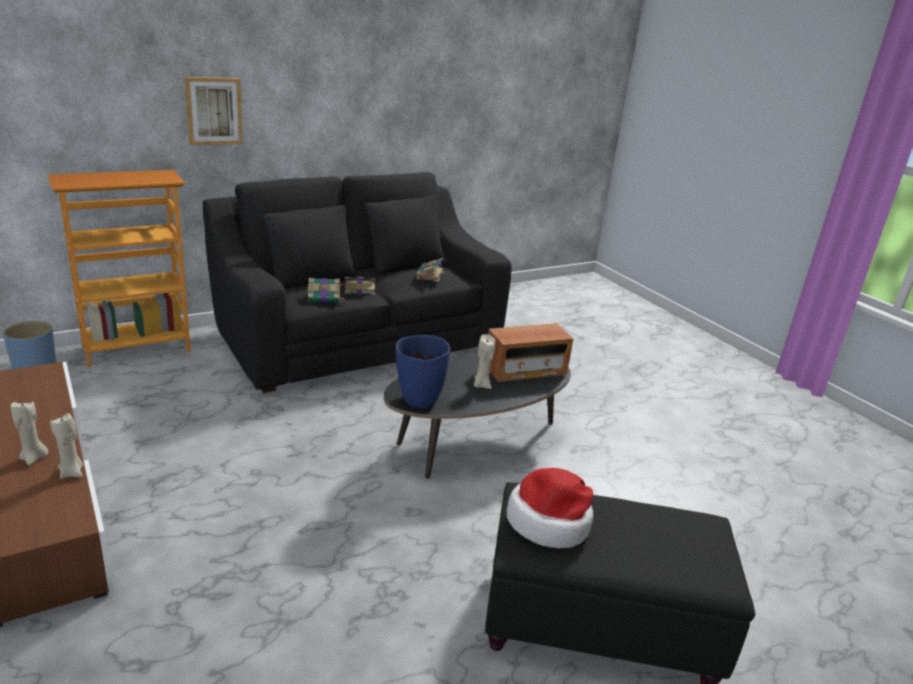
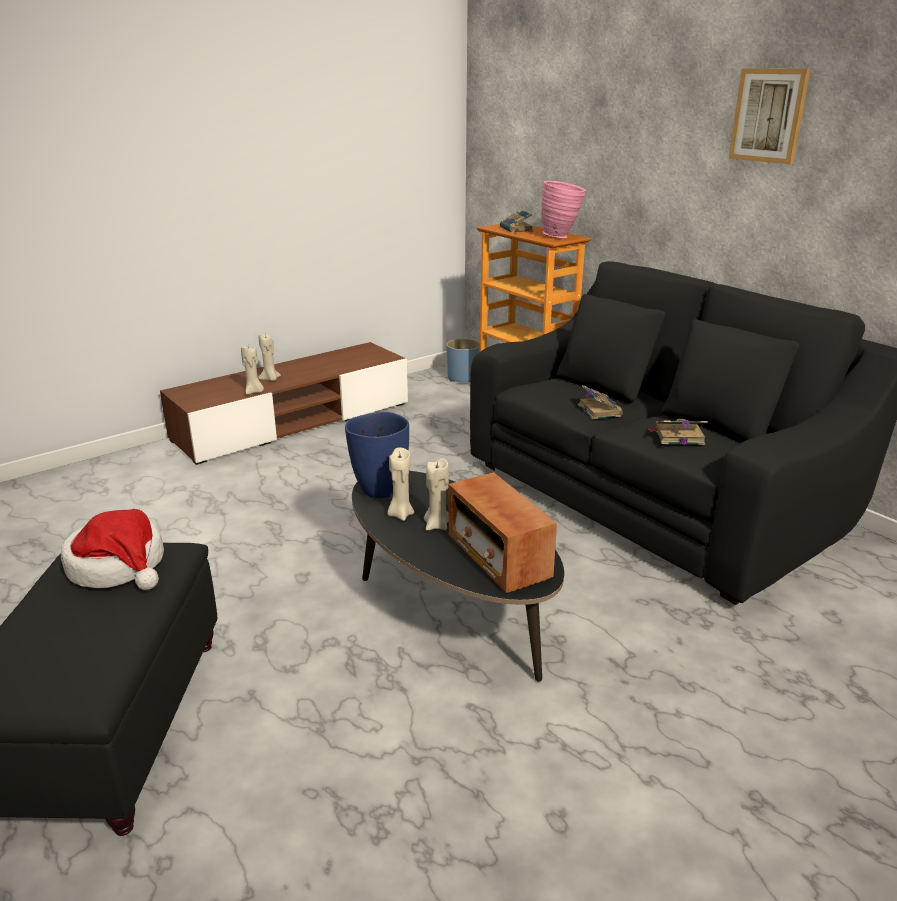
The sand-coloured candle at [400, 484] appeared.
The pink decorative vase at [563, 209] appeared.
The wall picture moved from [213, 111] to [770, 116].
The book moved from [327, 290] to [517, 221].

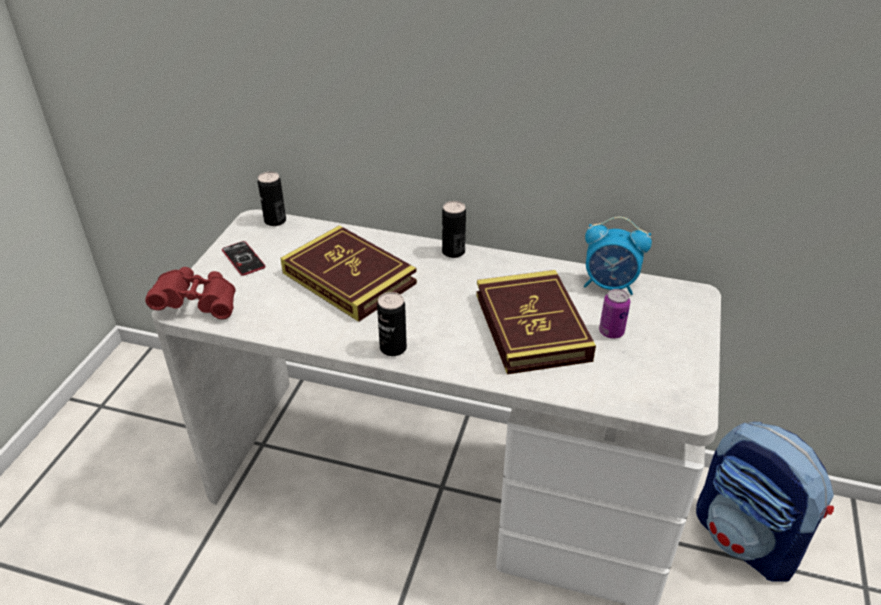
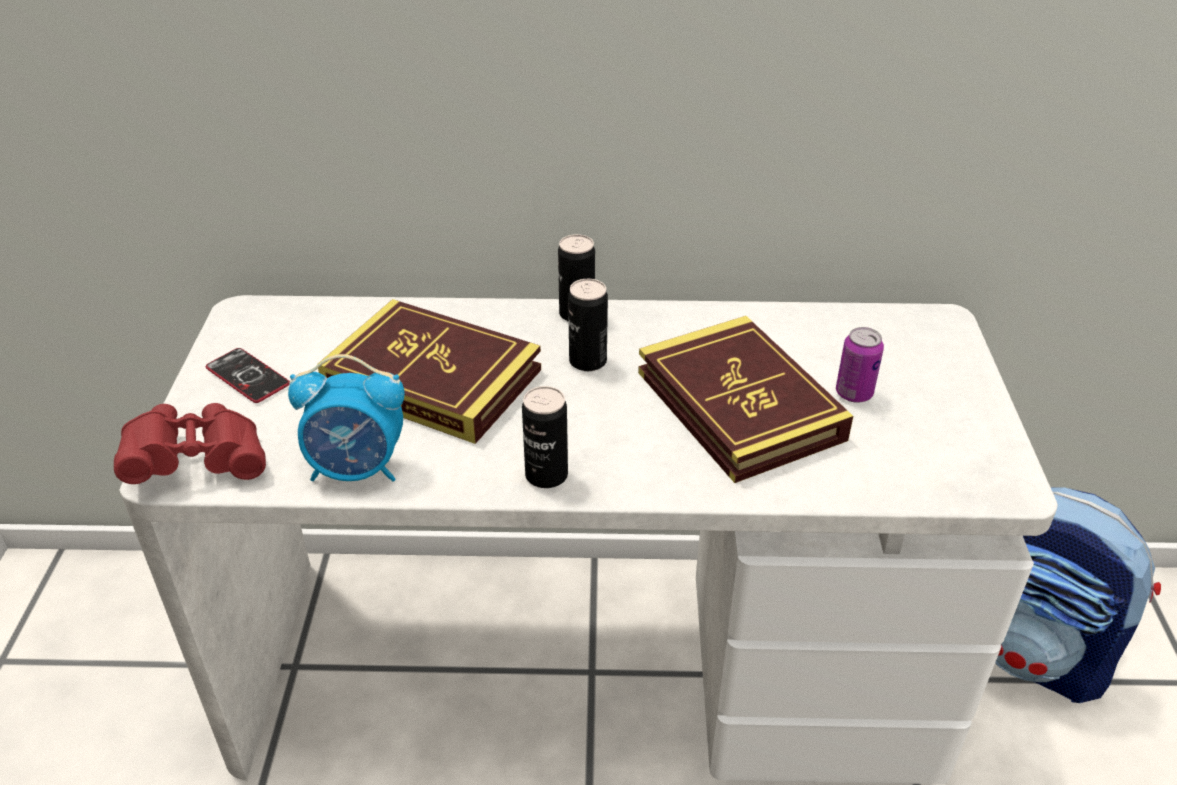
The metal can moved from [272, 198] to [588, 325].
The table clock moved from [618, 256] to [346, 418].

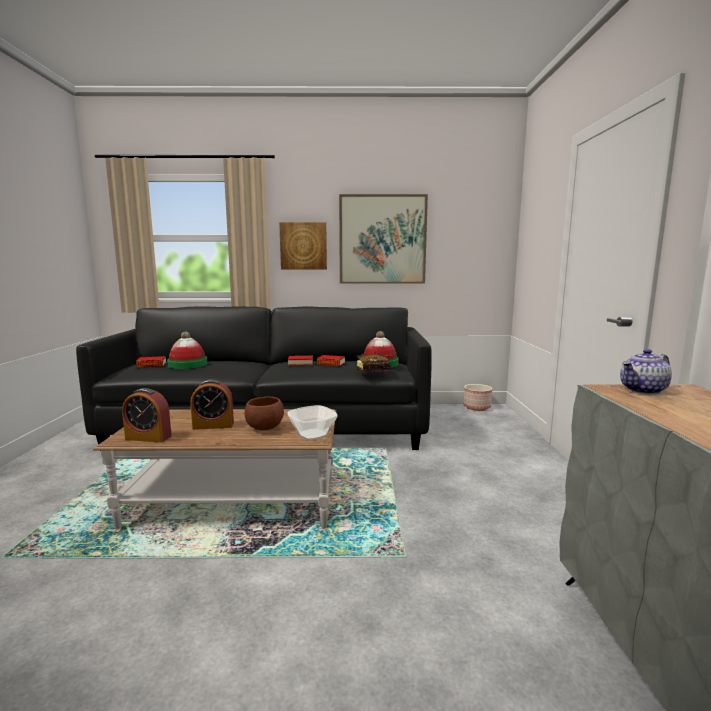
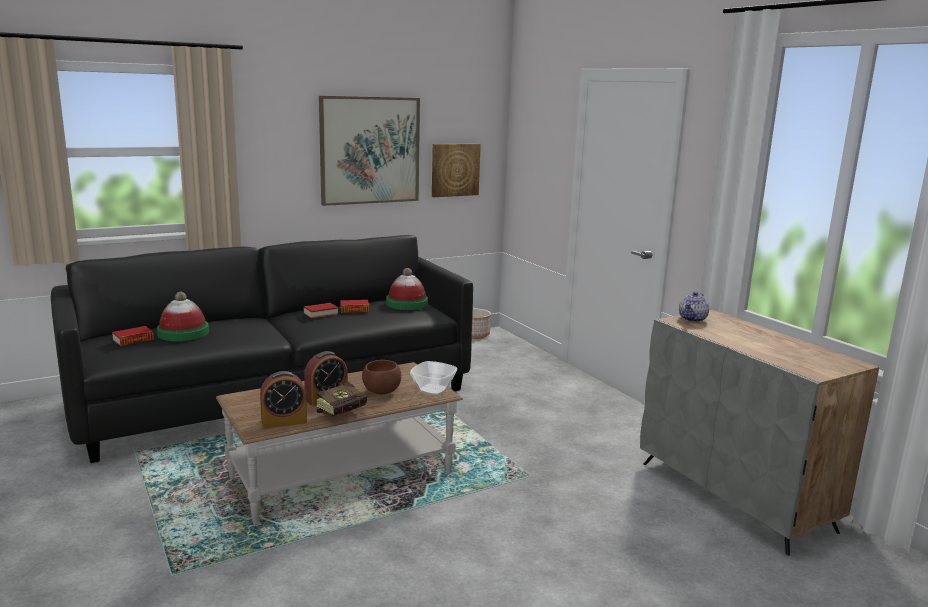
The wall picture moved from [303, 246] to [456, 170].
The book moved from [374, 362] to [341, 399].

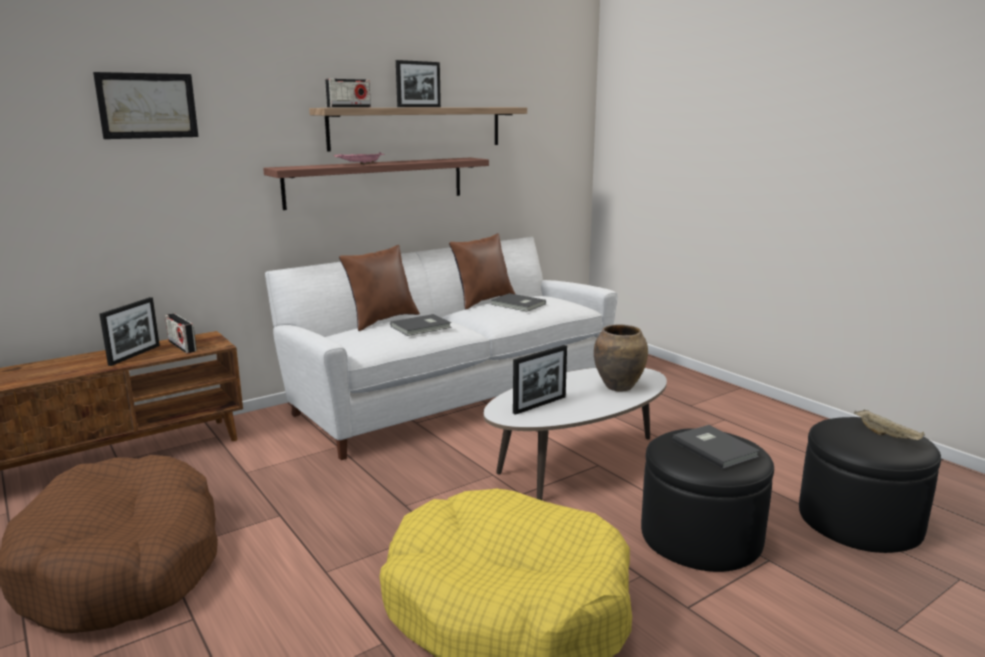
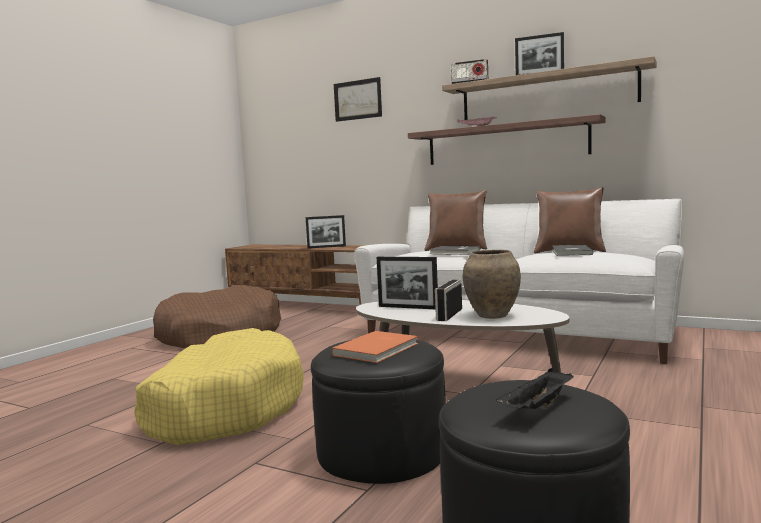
The radio set moved from [181, 333] to [448, 300].
The greyish book at [716, 447] became the orange-coloured book at [374, 347].
The sand-coloured carrying tray at [889, 424] became the blackish carrying tray at [535, 388].

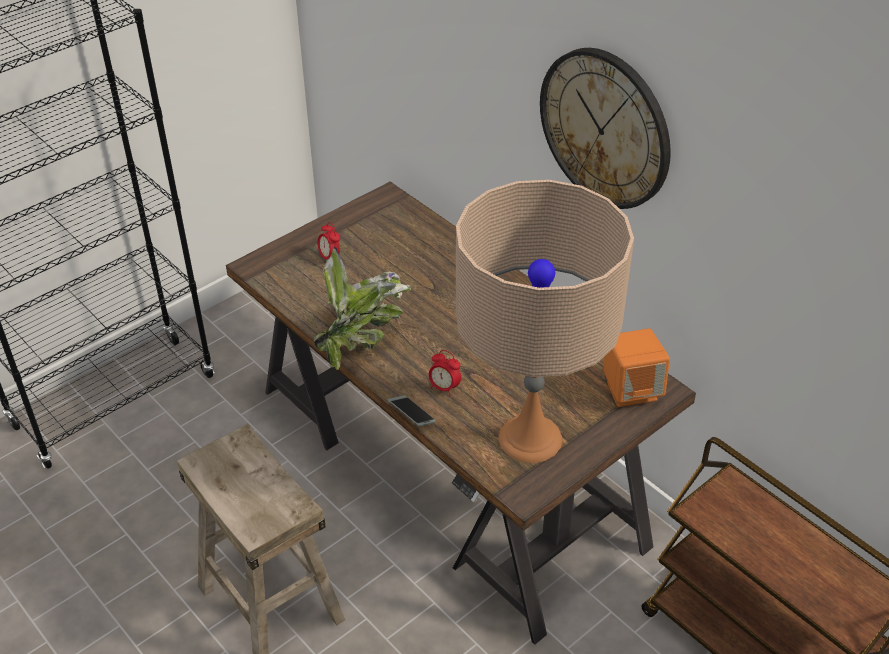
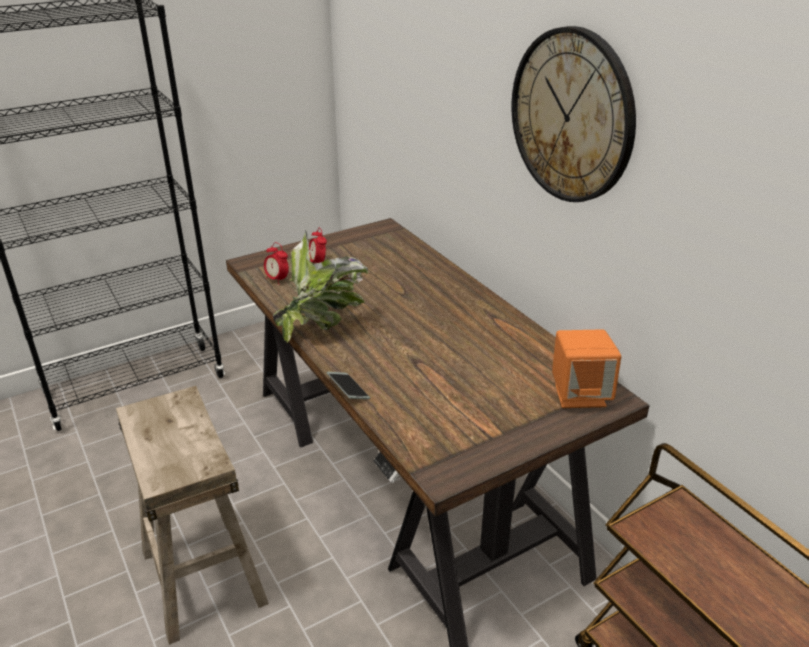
The sand-coloured lamp for a table at [545, 321] disappeared.
The table clock moved from [445, 373] to [276, 263].

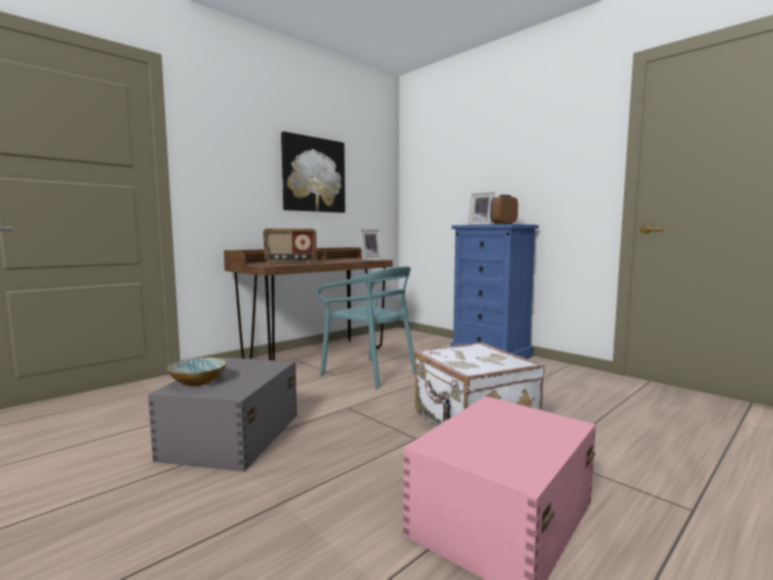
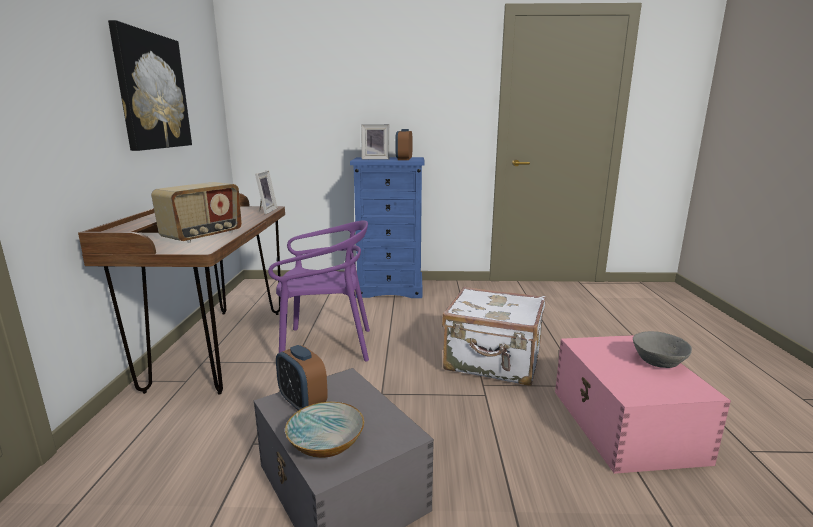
The table clock at [302, 378] appeared.
The greyish serving bowl at [662, 349] appeared.
The turquoise upright chair at [366, 328] became the purple-coloured upright chair at [319, 291].

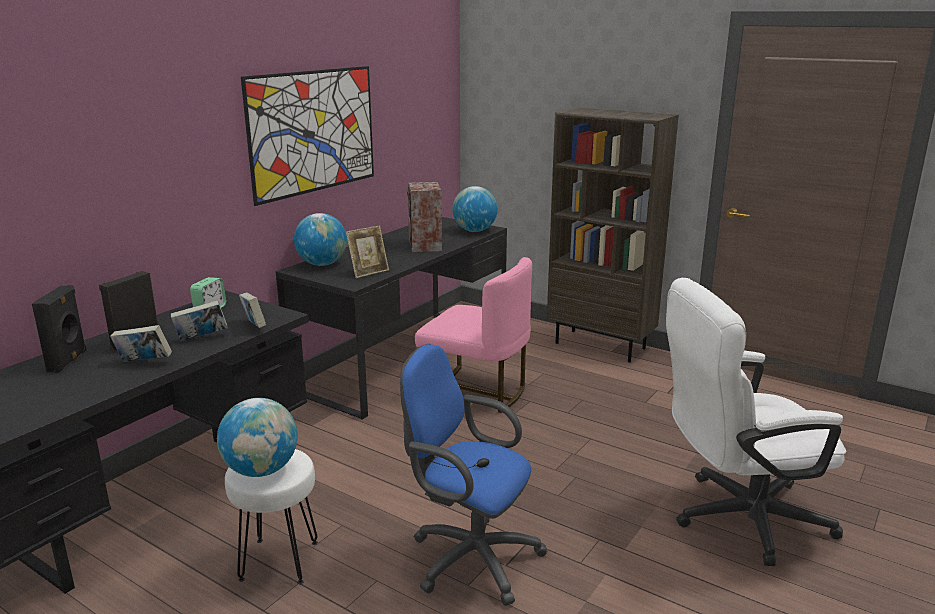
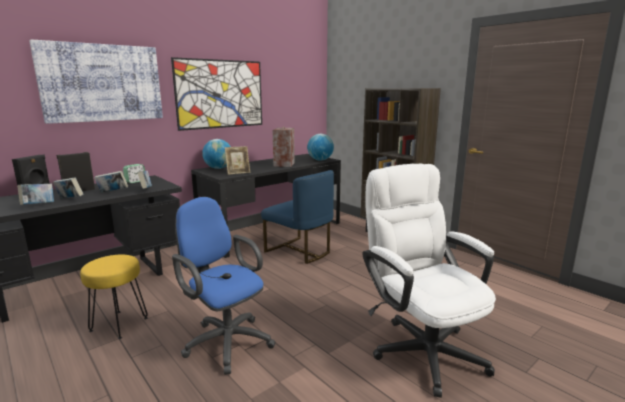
The world globe at [257, 437] disappeared.
The book at [35, 194] appeared.
The wall picture at [96, 81] appeared.
The white-coloured stool at [271, 516] became the yellowish stool at [114, 297].
The pink upright chair at [473, 335] became the bluish upright chair at [297, 217].
The white-coloured desk chair at [756, 422] turned 60 degrees clockwise.

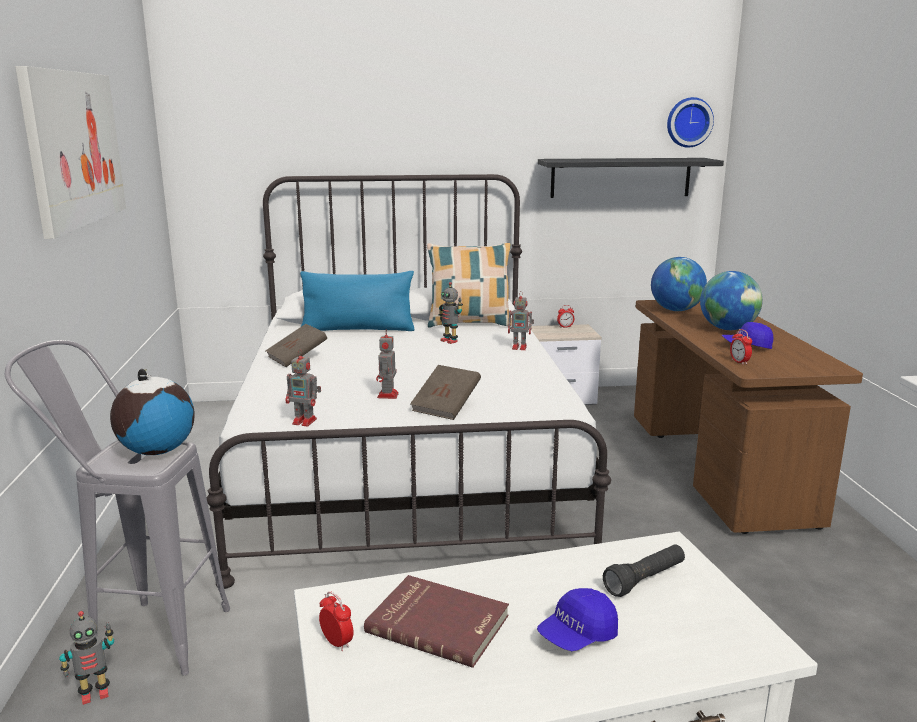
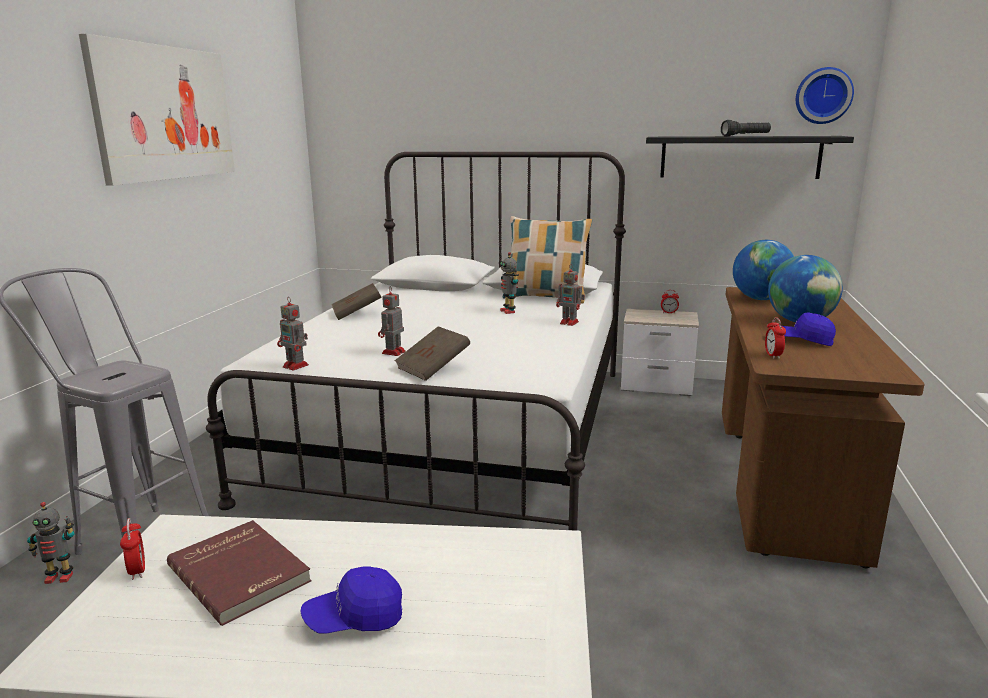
The world globe at [152, 412] disappeared.
The bluish cushion at [357, 301] disappeared.
The blackish hand torch moved from [644, 570] to [746, 128].

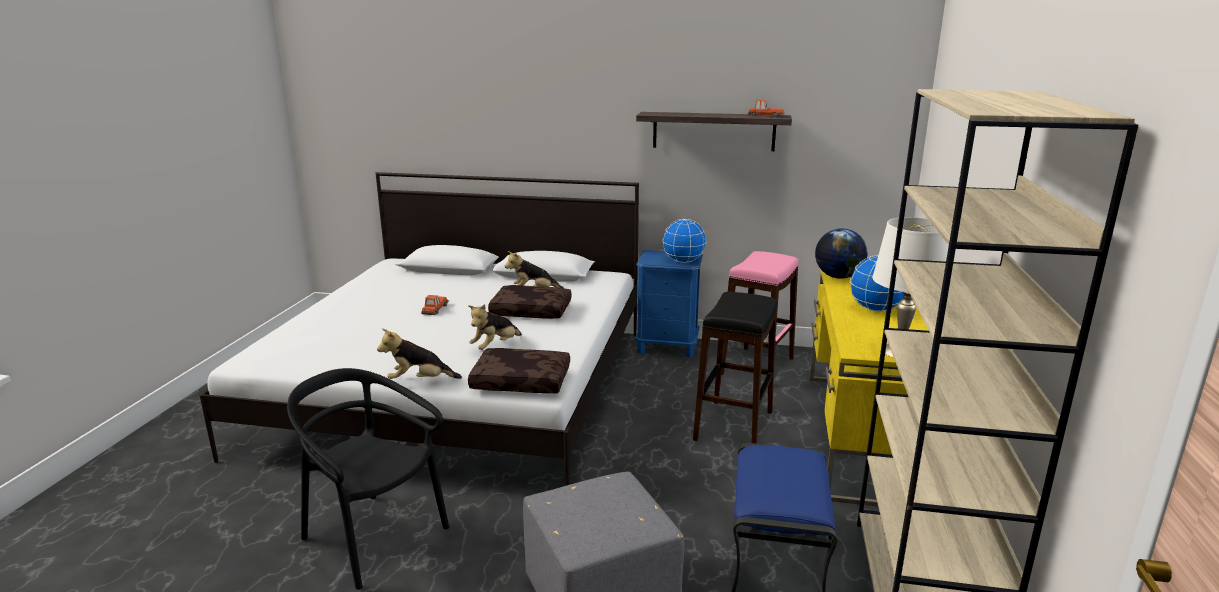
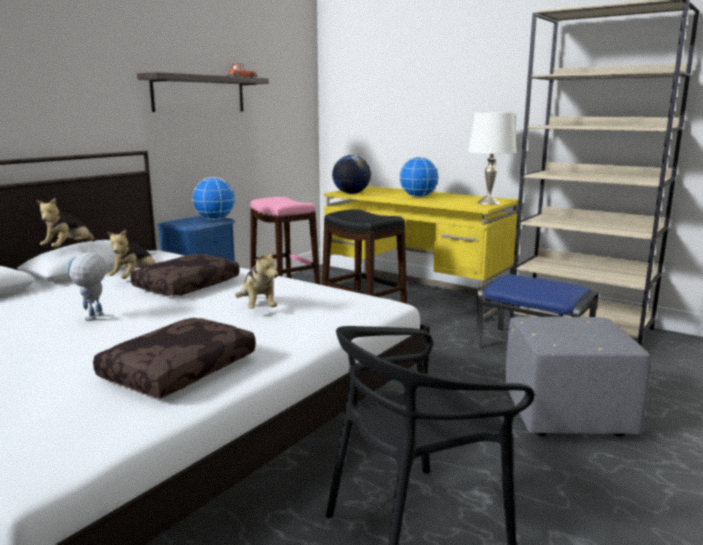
The soft toy moved from [419, 353] to [66, 223].
The brown cushion moved from [519, 371] to [174, 358].
The toy car at [435, 305] was replaced by the model robot at [86, 286].

